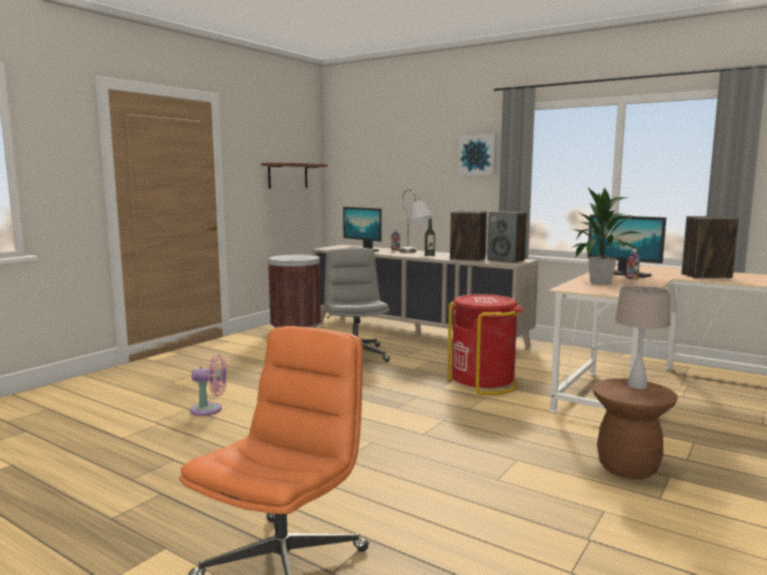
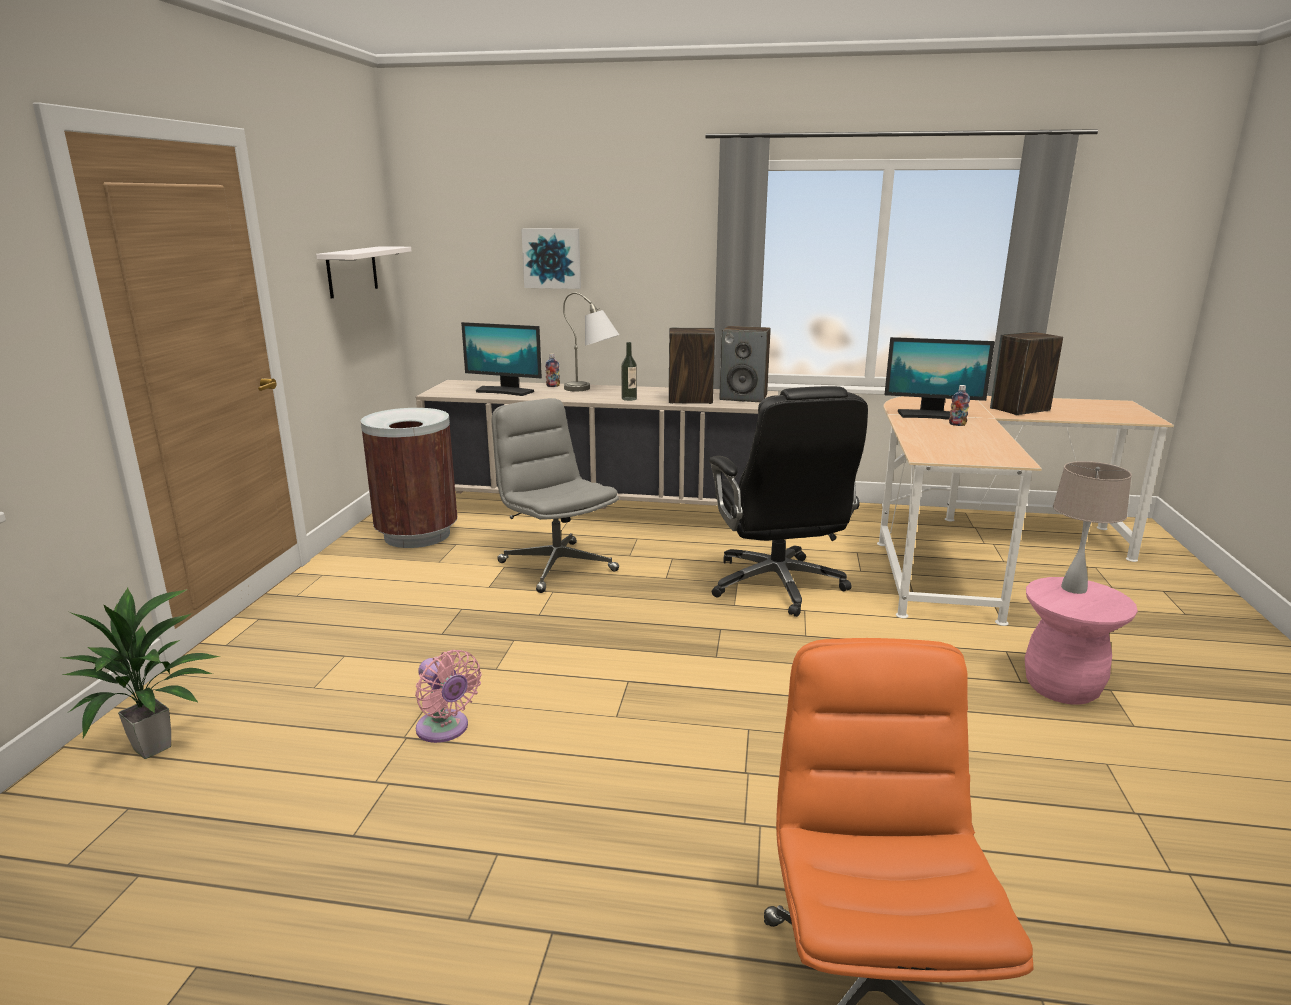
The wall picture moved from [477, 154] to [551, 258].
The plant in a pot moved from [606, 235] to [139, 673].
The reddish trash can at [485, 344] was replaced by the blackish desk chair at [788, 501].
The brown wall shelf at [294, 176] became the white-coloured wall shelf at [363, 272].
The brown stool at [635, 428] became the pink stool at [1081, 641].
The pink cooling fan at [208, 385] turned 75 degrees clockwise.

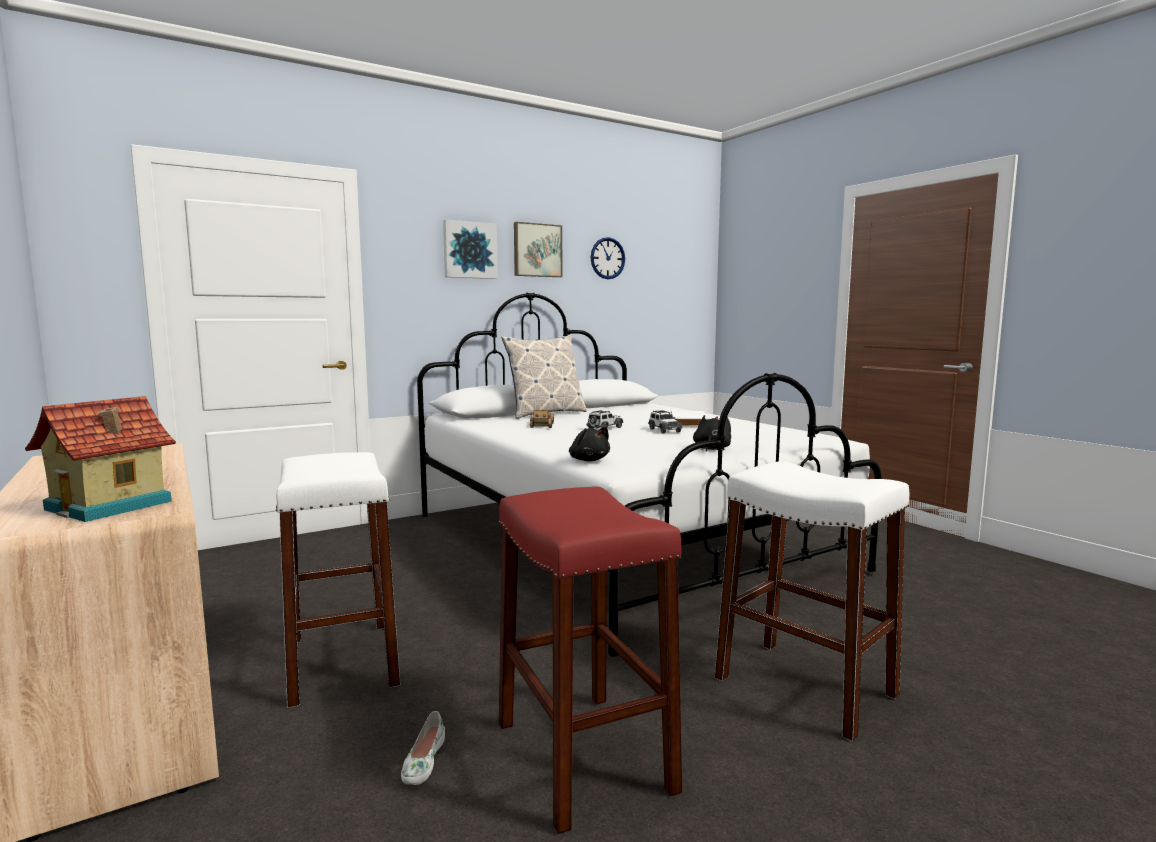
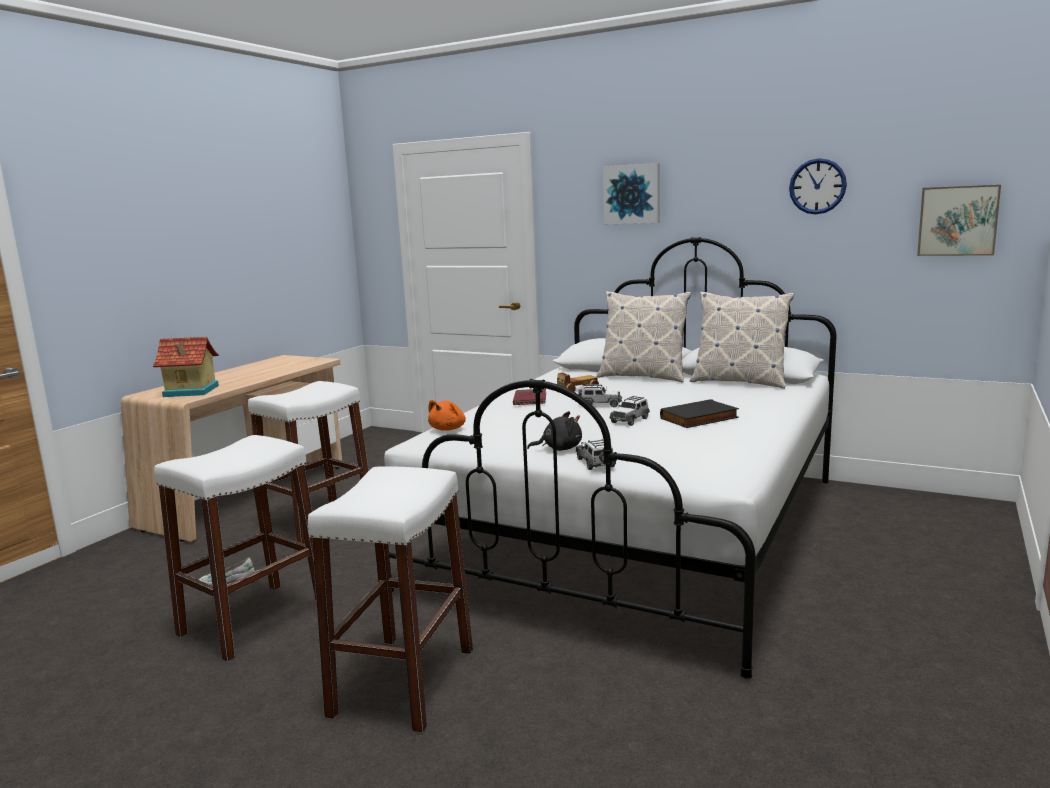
The reddish book at [529, 397] appeared.
The toy car at [596, 454] appeared.
The cushion at [741, 340] appeared.
The wall picture moved from [538, 249] to [959, 220].
The reddish stool at [590, 660] became the white-coloured stool at [235, 548].
The blackish soft toy at [589, 444] became the orange-coloured soft toy at [447, 415].
The white-coloured book at [690, 418] became the blackish book at [699, 413].

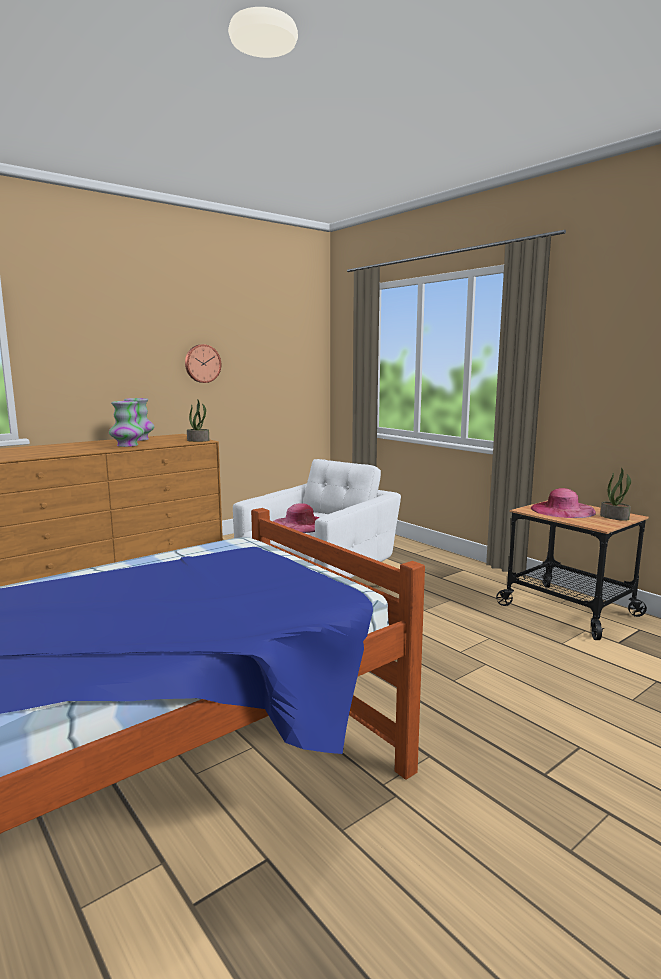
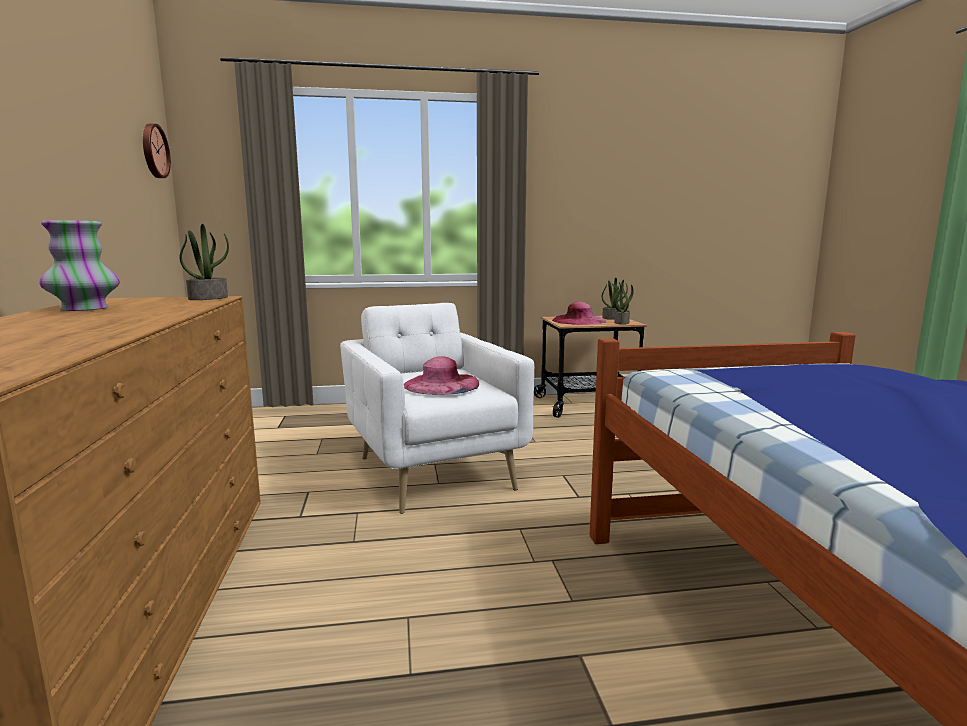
The decorative vase at [126, 424] disappeared.
The plant in a pot at [623, 302] appeared.
The hanging clock moved from [203, 363] to [157, 151].

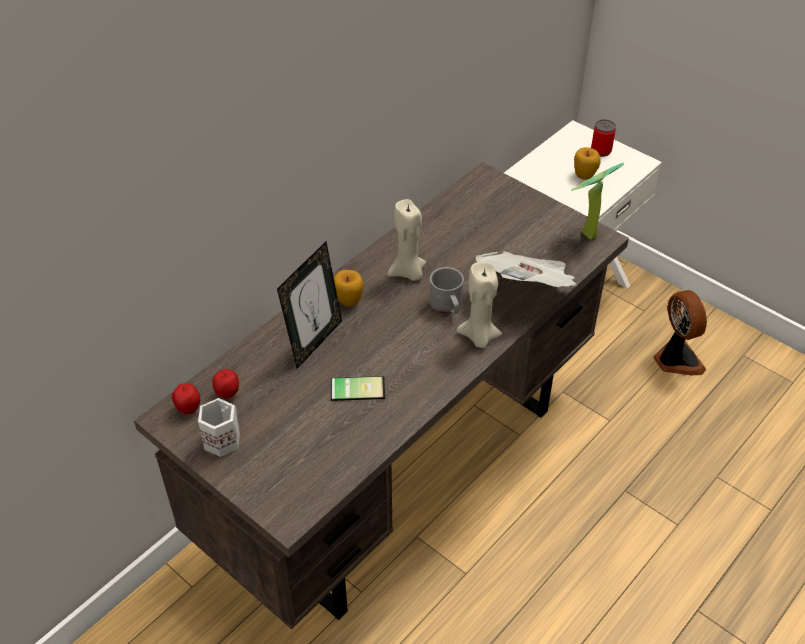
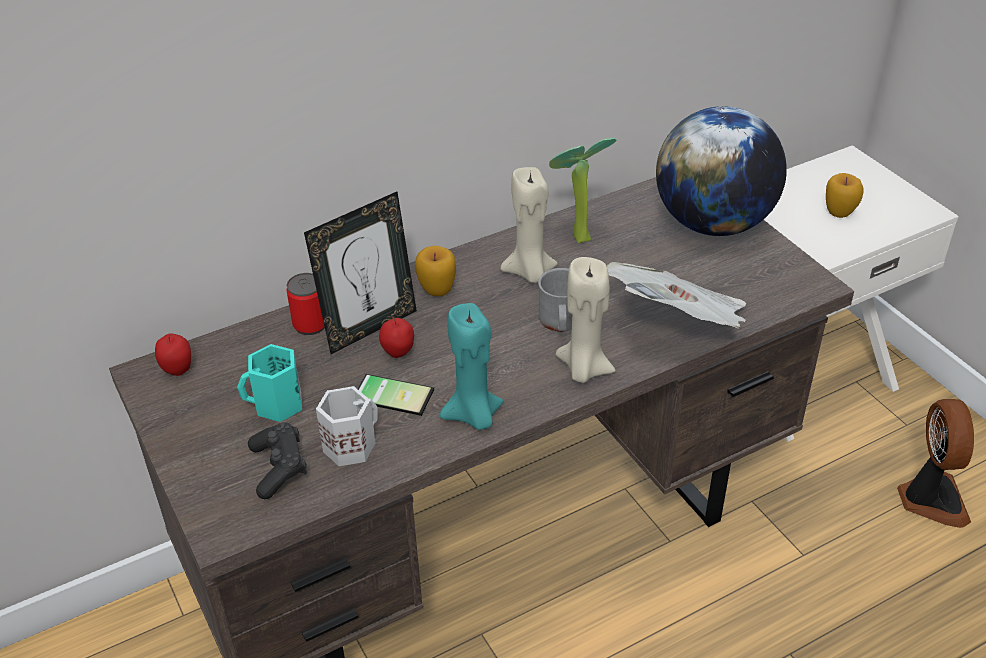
The turquoise coffee mug at [269, 383] appeared.
The blackish gamepad at [277, 460] appeared.
The turquoise candle at [471, 366] appeared.
The world globe at [721, 171] appeared.
The white-coloured coffee mug moved from [219, 427] to [347, 426].
The whole apple moved from [225, 384] to [396, 337].
The plant in a pot moved from [598, 201] to [582, 190].
The metal can moved from [603, 138] to [305, 304].

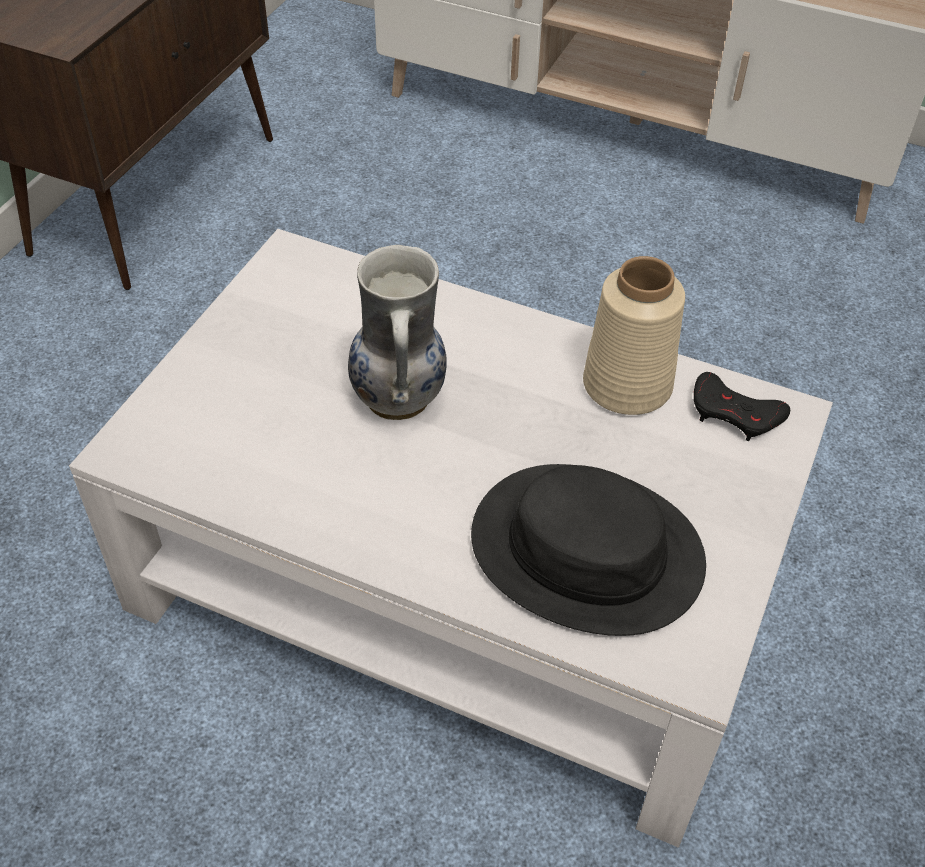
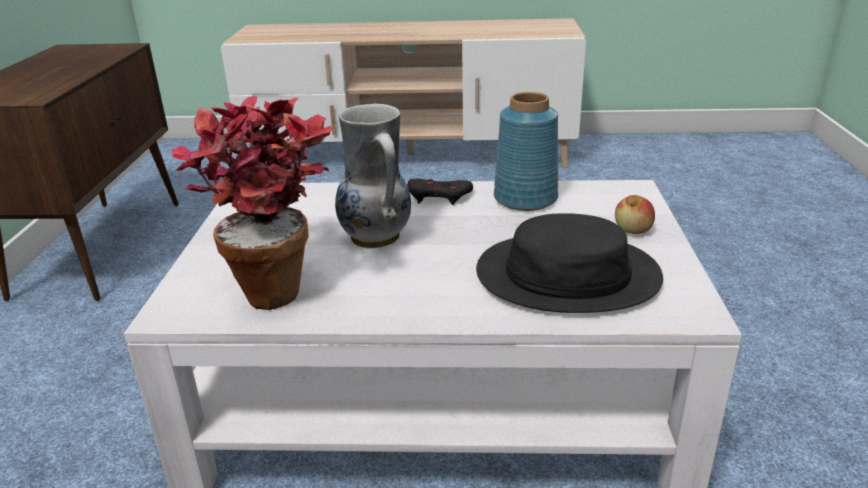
The plant in a pot at [252, 203] appeared.
The whole apple at [635, 214] appeared.
The blackish gamepad moved from [742, 406] to [440, 191].
The sand-coloured decorative vase at [634, 335] became the bluish decorative vase at [526, 151].

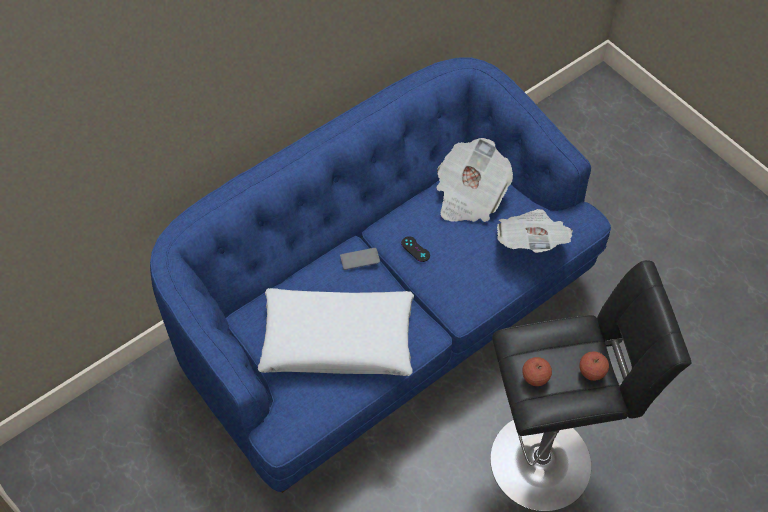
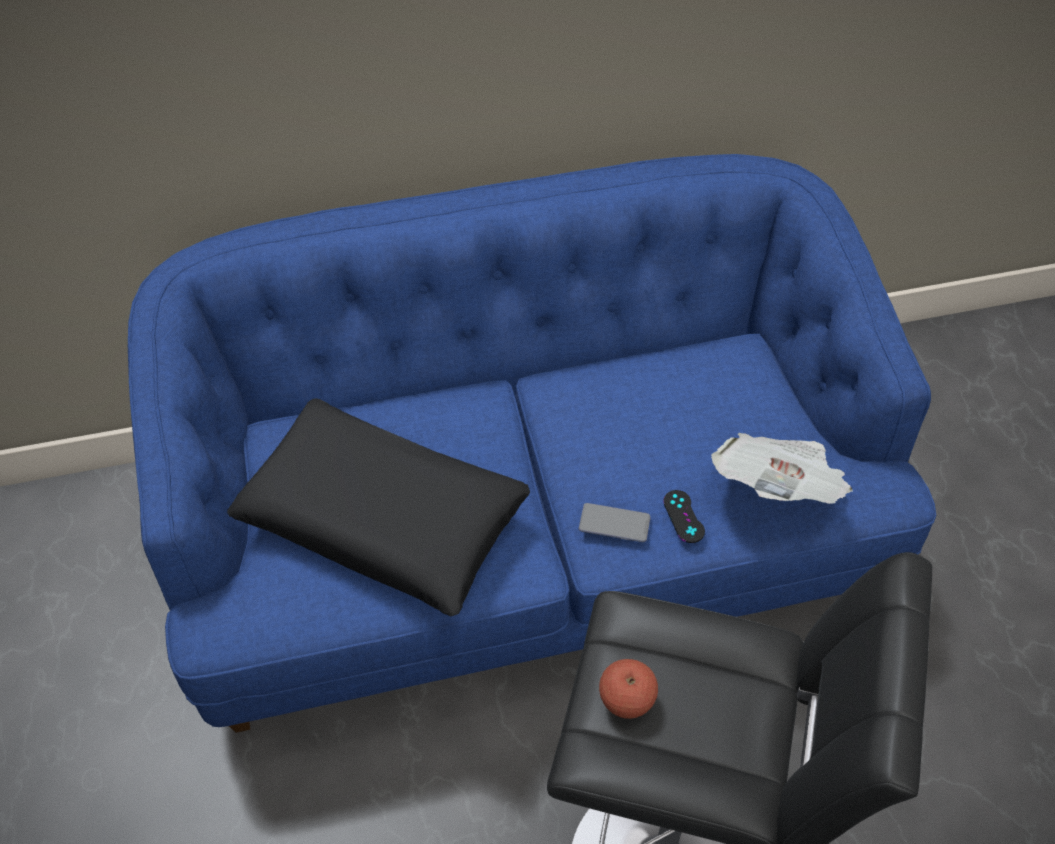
The newspaper at [475, 180] disappeared.
The whole apple at [594, 366] disappeared.
The handset moved from [360, 259] to [614, 522].
The blackish gamepad moved from [415, 249] to [684, 516].
The white-coloured cushion at [336, 332] became the blackish cushion at [378, 508].

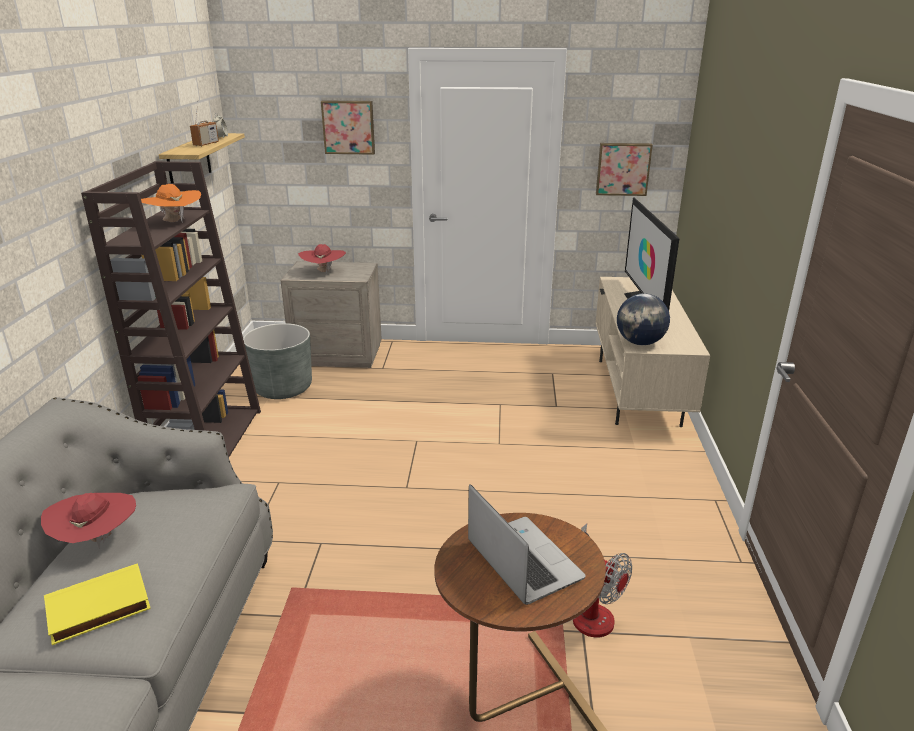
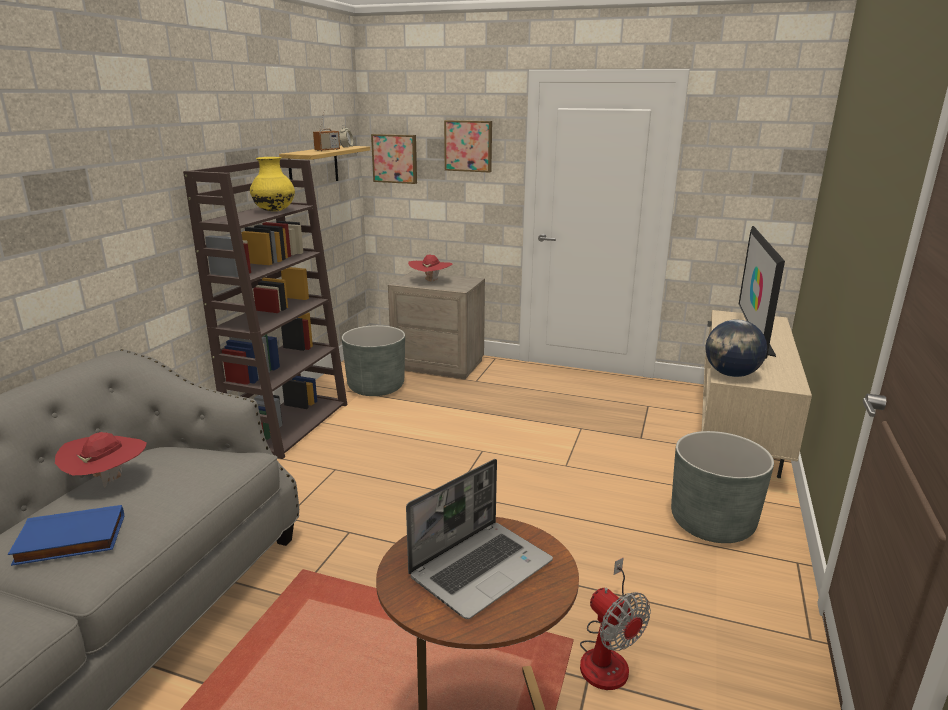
The greyish plant pot at [722, 487] appeared.
The wall picture moved from [624, 169] to [394, 159].
The orange-coloured hat at [171, 203] was replaced by the yellowish decorative vase at [272, 184].
The yellowish book at [97, 604] became the bluish book at [66, 535].
The portable computer at [527, 544] turned 60 degrees clockwise.

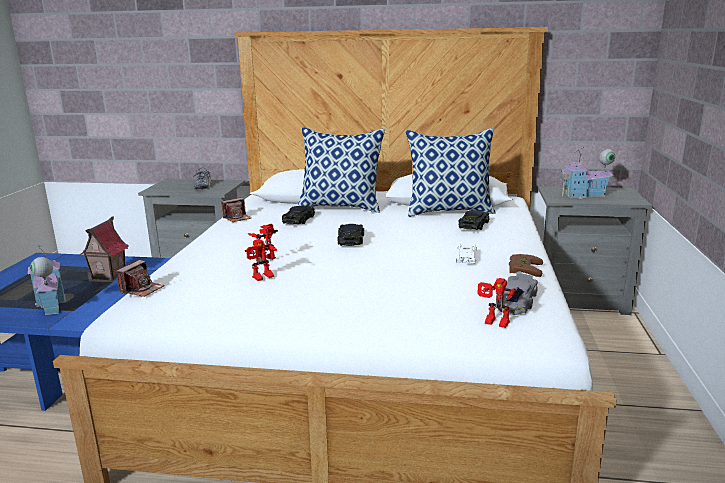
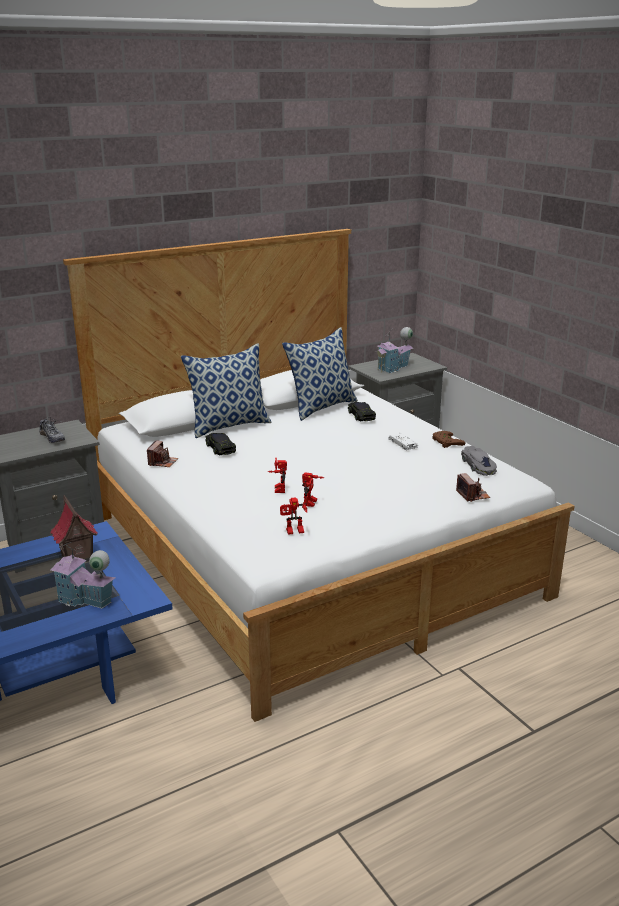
The blackish toy car at [351, 235] disappeared.
The still camera moved from [140, 278] to [473, 487].
The model robot moved from [497, 303] to [293, 516].

